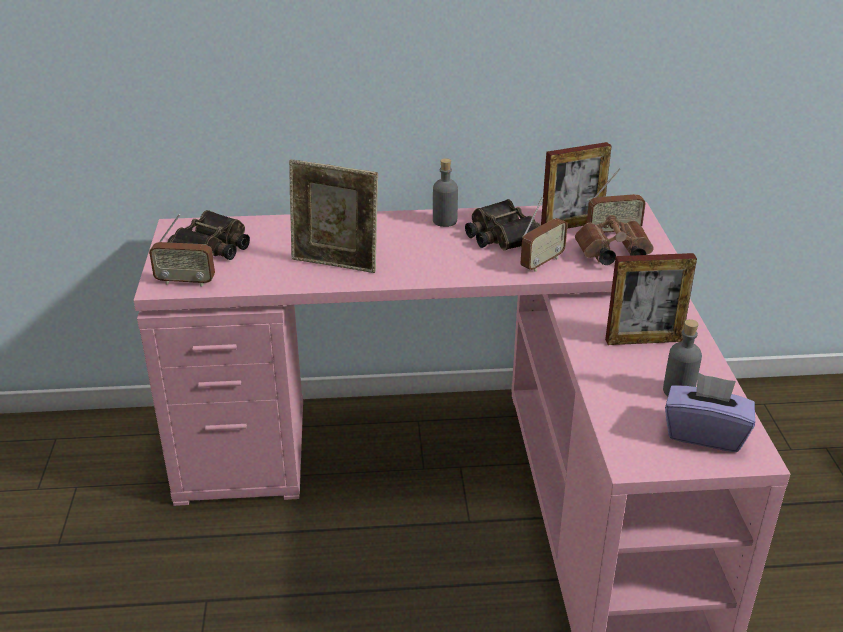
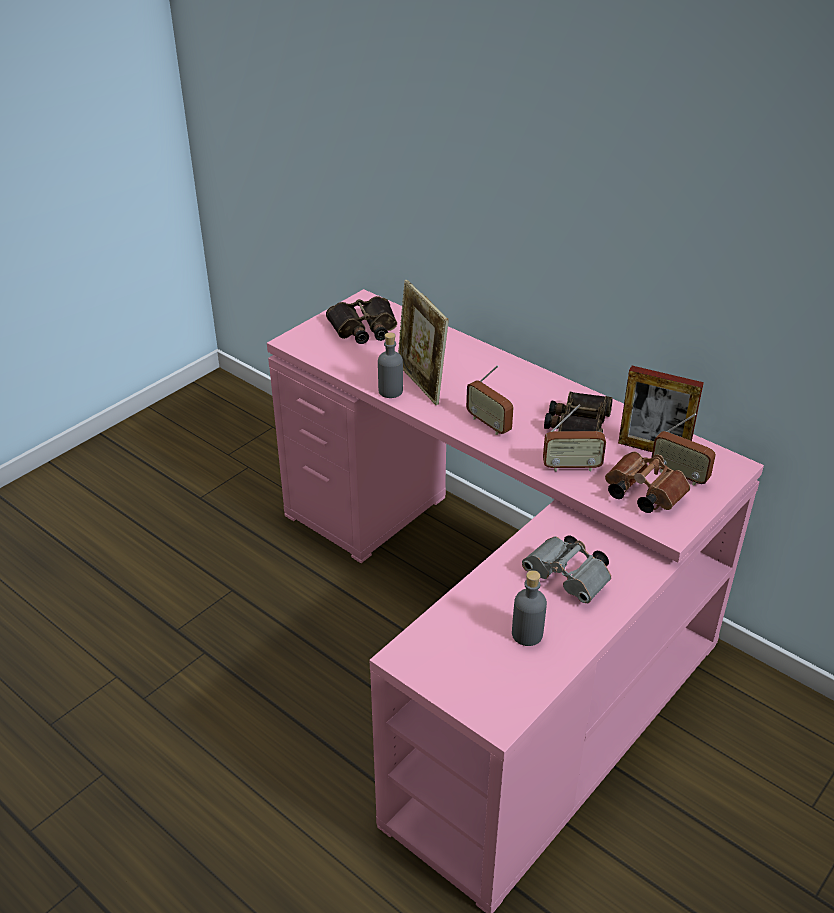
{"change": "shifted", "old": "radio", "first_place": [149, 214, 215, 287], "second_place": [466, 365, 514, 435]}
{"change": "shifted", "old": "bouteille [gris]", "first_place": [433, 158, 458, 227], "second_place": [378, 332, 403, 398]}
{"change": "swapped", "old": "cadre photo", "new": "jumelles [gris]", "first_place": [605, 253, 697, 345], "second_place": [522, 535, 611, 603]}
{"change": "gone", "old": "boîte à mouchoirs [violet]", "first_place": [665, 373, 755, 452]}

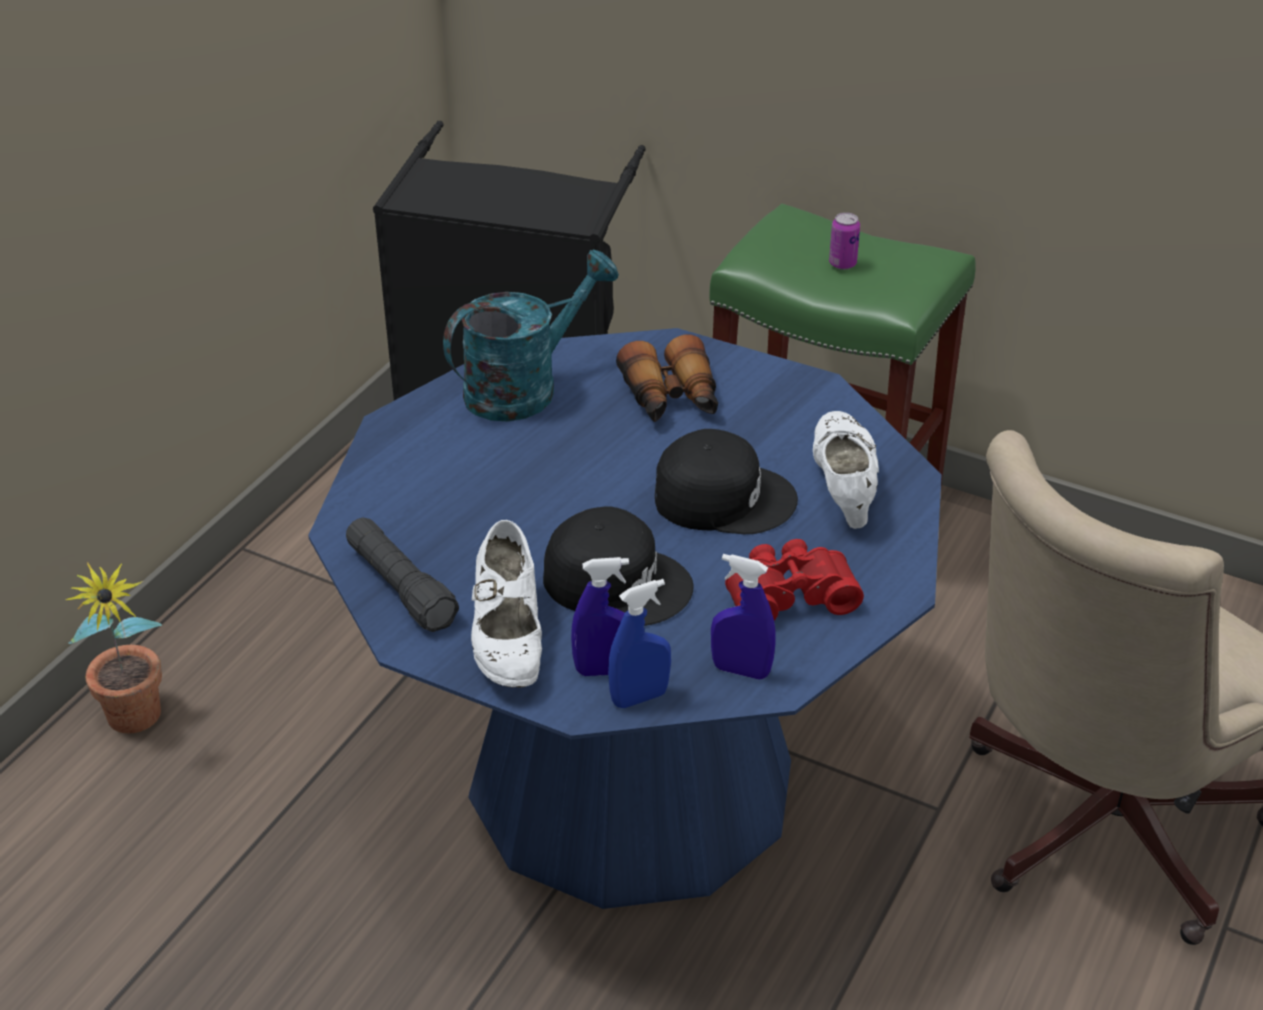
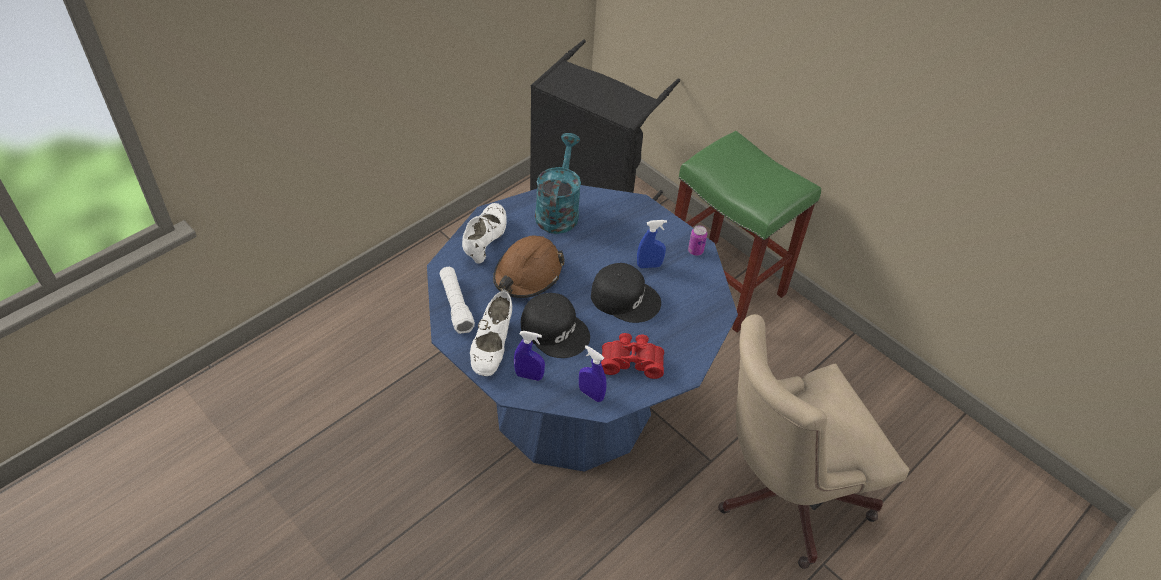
{"change": "gone", "old": "plante en pot", "first_place": [65, 563, 162, 733]}
{"change": "repainted", "old": "lampe de poche [noir]", "new": "lampe de poche [blanc]", "first_place": [346, 518, 459, 632], "second_place": [440, 267, 475, 334]}
{"change": "rotated", "old": "arrosoir [turquoise]", "first_place": [443, 249, 619, 422], "second_place": [535, 133, 581, 234], "degrees": -60}
{"change": "shifted", "old": "vaporisateur [bleu]", "first_place": [608, 579, 671, 708], "second_place": [637, 220, 667, 268]}
{"change": "gone", "old": "jumelles", "first_place": [616, 335, 718, 422]}
{"change": "shifted", "old": "chaussure [blanc]", "first_place": [813, 411, 879, 529], "second_place": [462, 203, 507, 264]}
{"change": "shifted", "old": "boîte métallique", "first_place": [829, 212, 860, 270], "second_place": [688, 225, 707, 256]}
{"change": "new", "new": "casque de chantier [marron]", "second_place": [493, 235, 565, 298]}

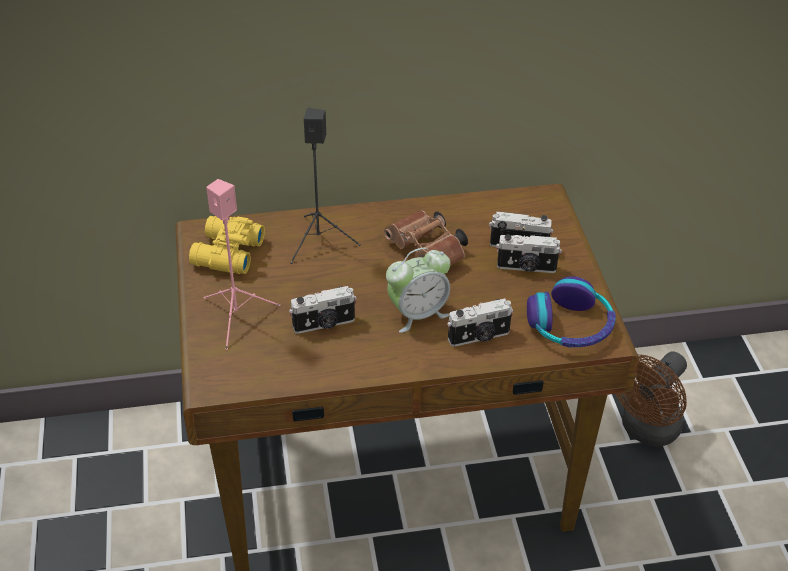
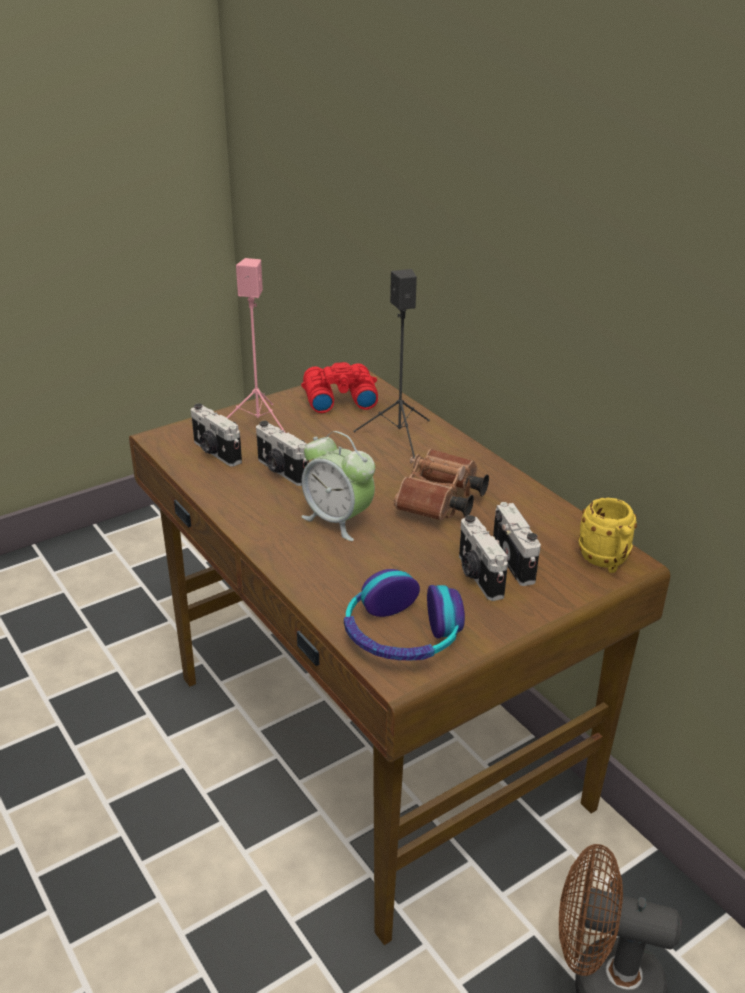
{"change": "repainted", "old": "jumelles [jaune]", "new": "jumelles [rouge]", "first_place": [189, 216, 265, 274], "second_place": [301, 362, 378, 413]}
{"change": "shifted", "old": "appareil photo", "first_place": [447, 299, 513, 347], "second_place": [191, 403, 242, 467]}
{"change": "new", "new": "mug [jaune]", "second_place": [579, 498, 637, 573]}

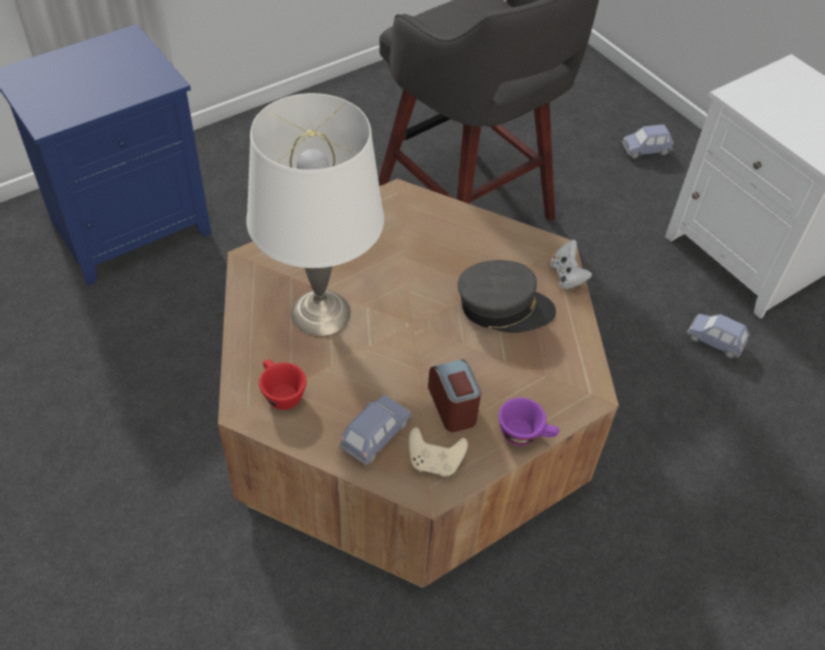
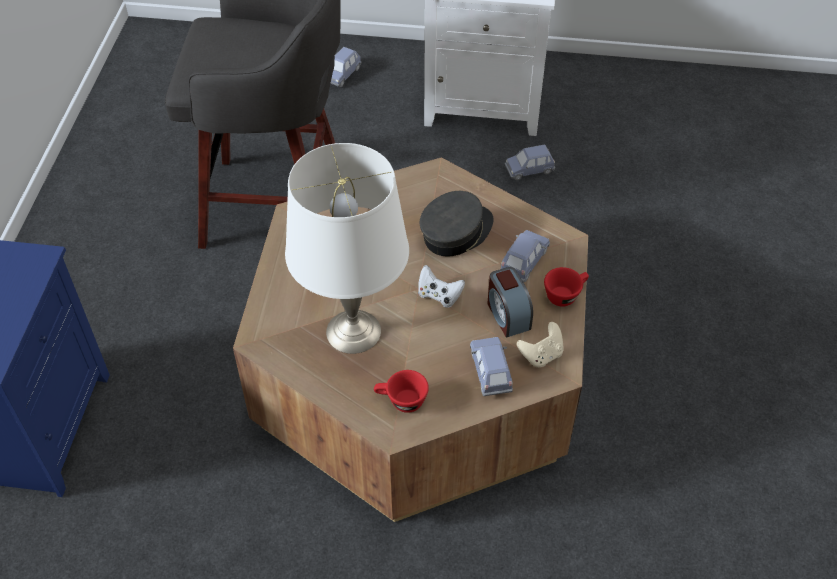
{"change": "rotated", "old": "réveil", "first_place": [428, 359, 481, 432], "second_place": [487, 267, 533, 338], "degrees": -135}
{"change": "repainted", "old": "tasse [violet]", "new": "tasse [rouge]", "first_place": [499, 397, 559, 446], "second_place": [544, 267, 589, 307]}
{"change": "shifted", "old": "manette [blanc]", "first_place": [550, 240, 592, 289], "second_place": [418, 265, 465, 308]}
{"change": "new", "new": "petite voiture [bleu]", "second_place": [500, 230, 550, 282]}

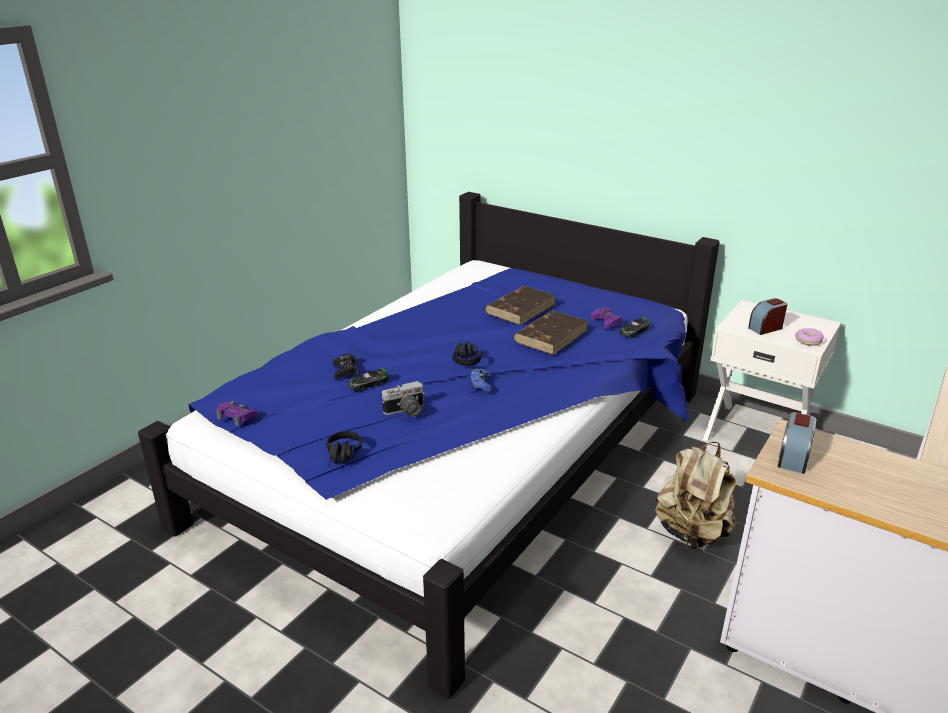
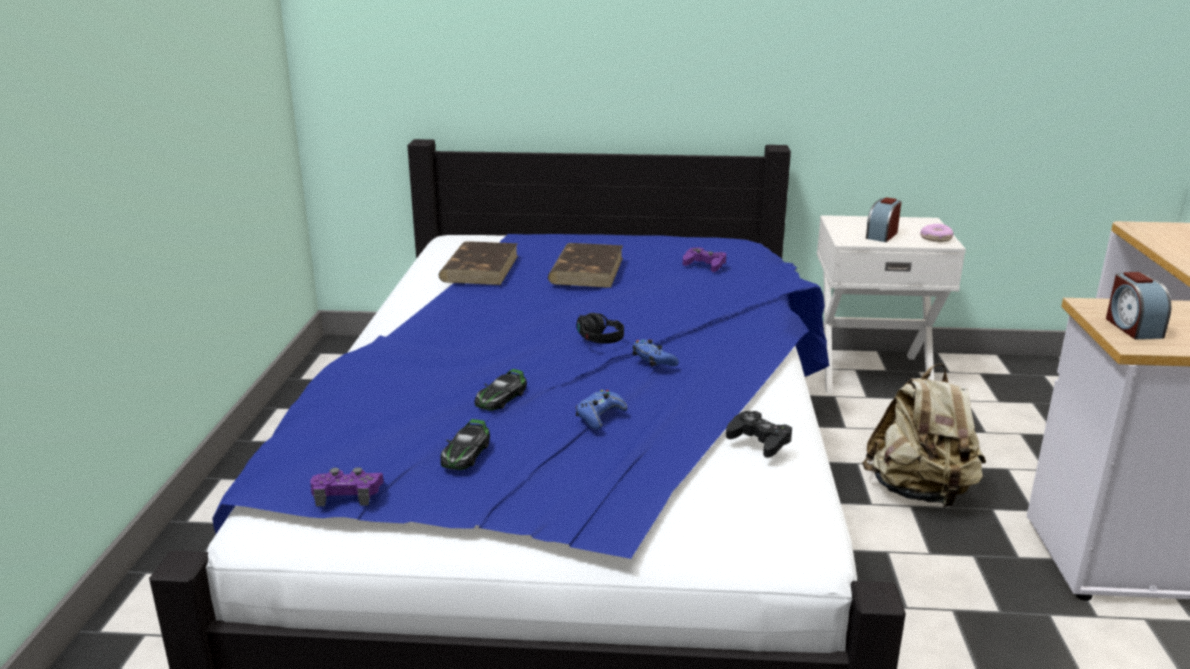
{"change": "gone", "old": "casque audio [noir]", "first_place": [326, 431, 362, 466]}
{"change": "shifted", "old": "manette [noir]", "first_place": [333, 354, 358, 379], "second_place": [726, 411, 792, 458]}
{"change": "swapped", "old": "appareil photo", "new": "manette [bleu]", "first_place": [382, 381, 425, 417], "second_place": [576, 390, 628, 430]}
{"change": "shifted", "old": "livre [marron]", "first_place": [513, 311, 588, 355], "second_place": [439, 241, 518, 285]}
{"change": "shifted", "old": "petite voiture", "first_place": [620, 317, 649, 338], "second_place": [440, 419, 490, 470]}

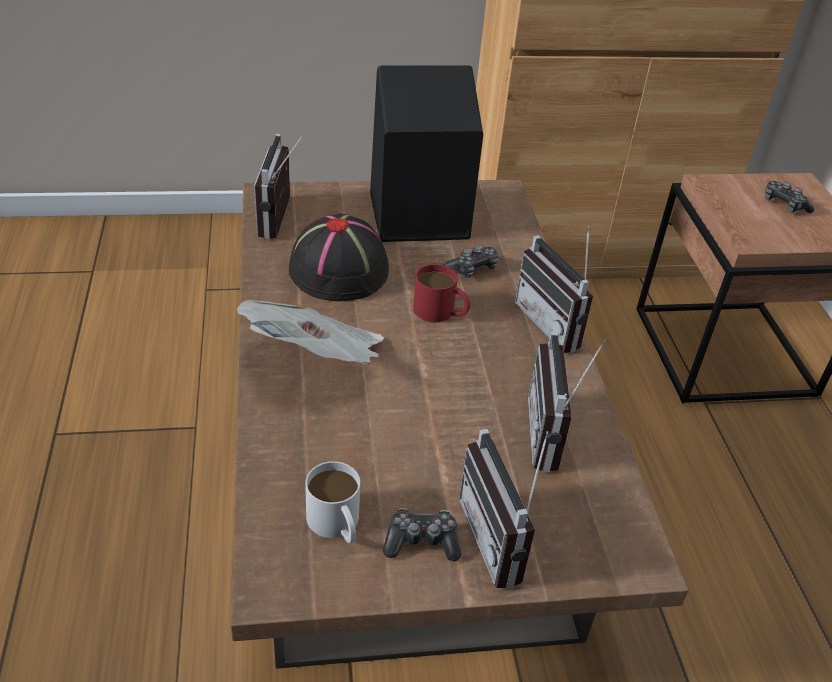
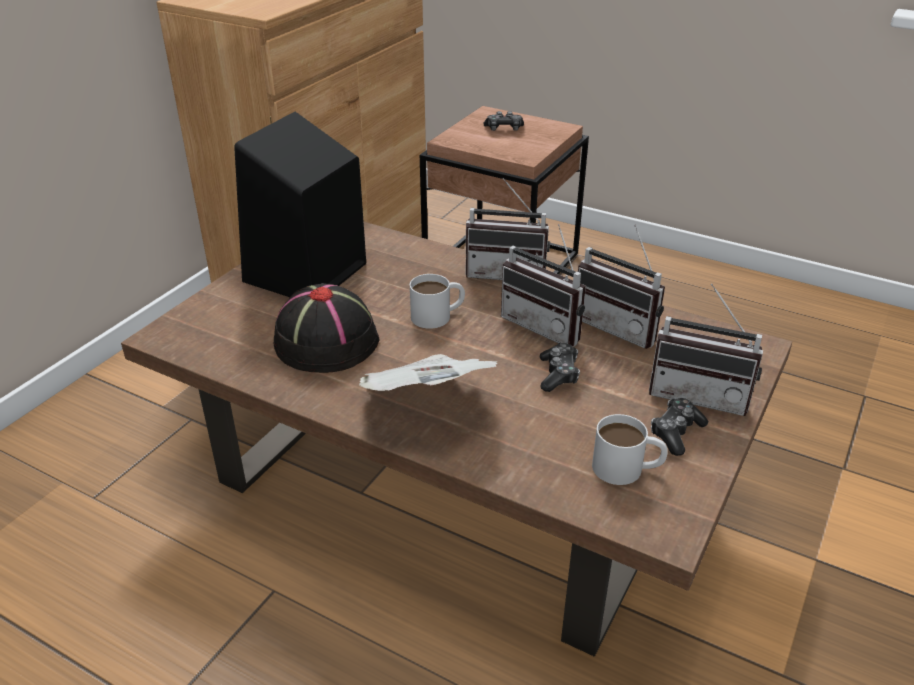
{"change": "shifted", "old": "radio", "first_place": [254, 132, 306, 239], "second_place": [501, 224, 586, 346]}
{"change": "repainted", "old": "mug [rouge]", "new": "mug [blanc]", "first_place": [413, 264, 470, 322], "second_place": [410, 274, 465, 329]}
{"change": "shifted", "old": "manette", "first_place": [443, 245, 498, 278], "second_place": [540, 343, 580, 392]}

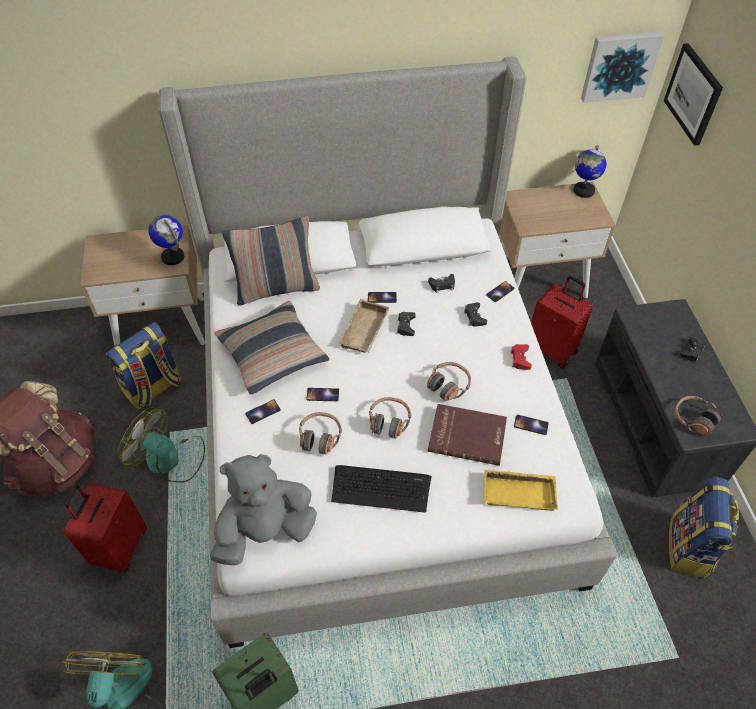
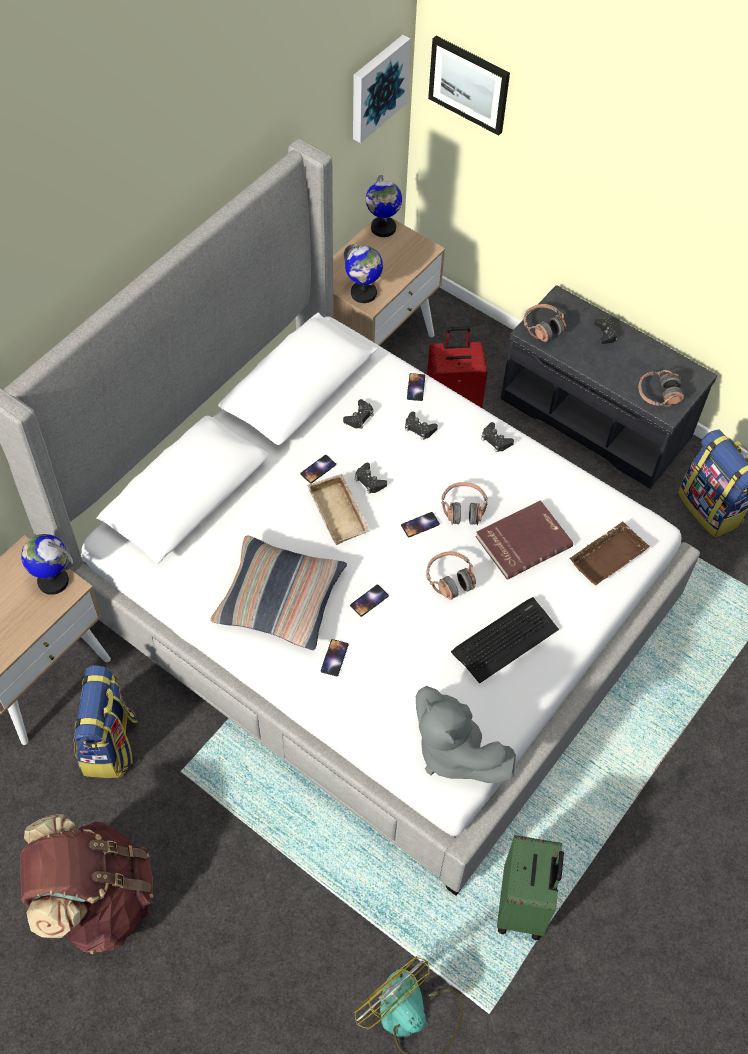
{"change": "gone", "old": "valise [rouge]", "first_place": [64, 483, 147, 572]}
{"change": "gone", "old": "ventilateur", "first_place": [118, 407, 205, 483]}
{"change": "rotated", "old": "peluche [gris]", "first_place": [210, 454, 317, 565], "second_place": [416, 686, 516, 783], "degrees": -60}
{"change": "gone", "old": "coussin", "first_place": [222, 216, 320, 306]}
{"change": "shifted", "old": "casque audio", "first_place": [299, 412, 342, 455], "second_place": [523, 304, 566, 342]}
{"change": "repainted", "old": "plateau [jaune]", "new": "plateau [marron]", "first_place": [484, 470, 558, 511], "second_place": [569, 522, 650, 585]}
{"change": "repainted", "old": "manette [rouge]", "new": "manette [noir]", "first_place": [510, 344, 532, 370], "second_place": [481, 422, 514, 452]}
{"change": "shifted", "old": "téléphone", "first_place": [514, 415, 549, 435], "second_place": [401, 512, 440, 537]}
{"change": "new", "new": "globe", "second_place": [344, 244, 383, 303]}

